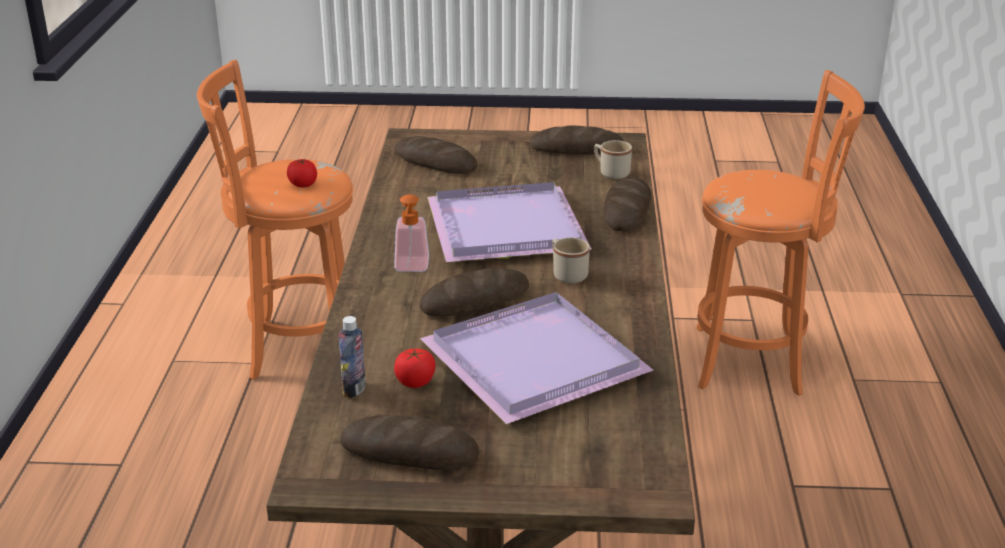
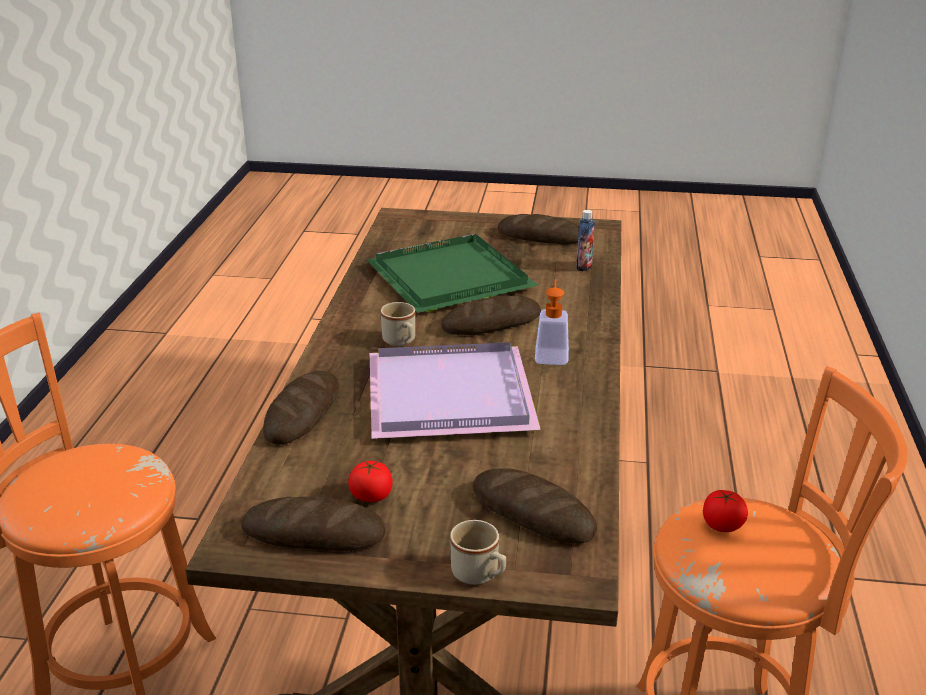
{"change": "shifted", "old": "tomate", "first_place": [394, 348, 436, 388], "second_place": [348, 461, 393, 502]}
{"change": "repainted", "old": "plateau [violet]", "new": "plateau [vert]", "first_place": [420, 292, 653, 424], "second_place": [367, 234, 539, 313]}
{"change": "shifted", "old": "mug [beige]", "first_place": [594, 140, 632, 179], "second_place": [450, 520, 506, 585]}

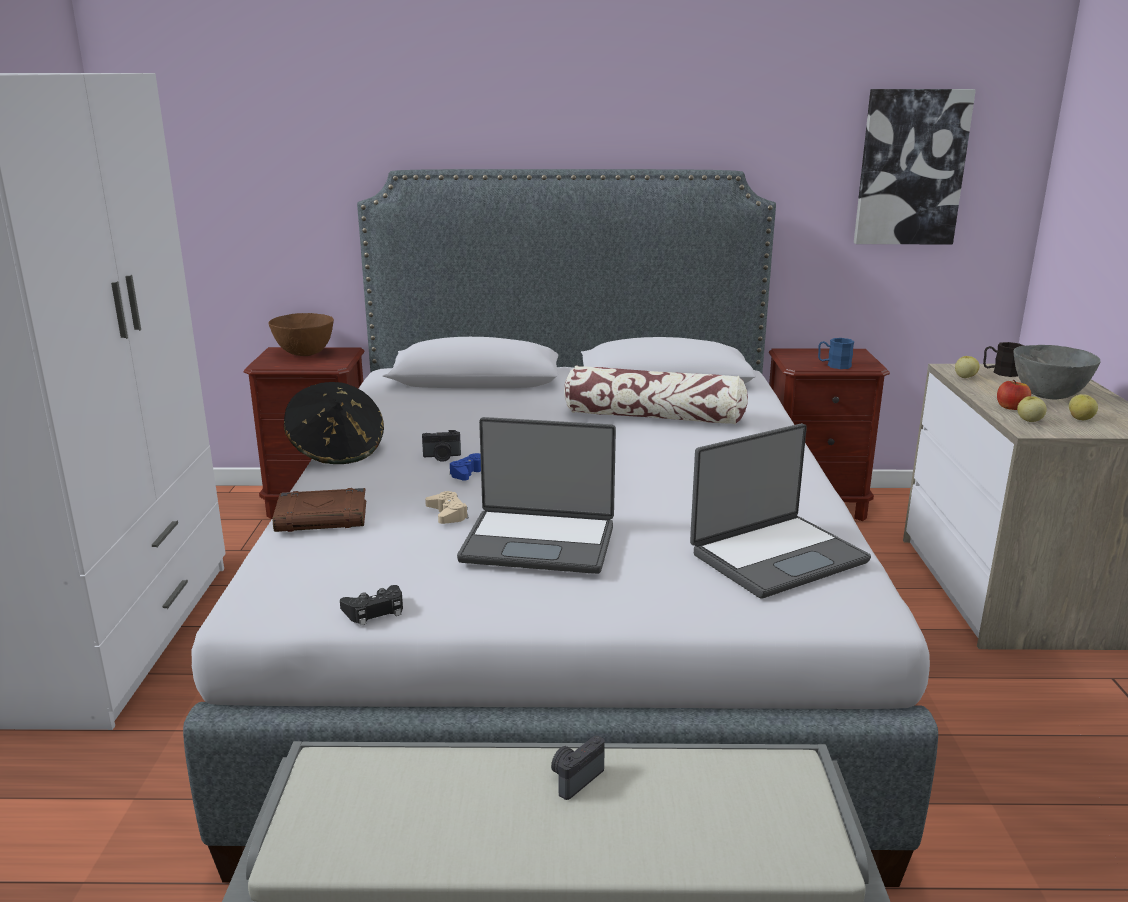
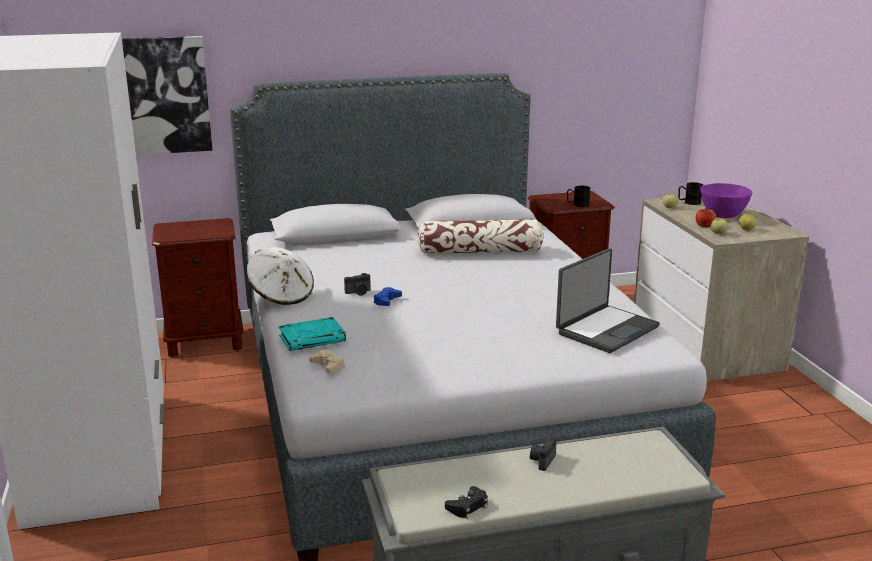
{"change": "gone", "old": "bol [marron]", "first_place": [268, 313, 334, 356]}
{"change": "repainted", "old": "livre [marron]", "new": "livre [turquoise]", "first_place": [273, 488, 366, 532], "second_place": [279, 317, 346, 351]}
{"change": "repainted", "old": "chapeau [noir]", "new": "chapeau [blanc]", "first_place": [284, 382, 384, 464], "second_place": [247, 247, 314, 305]}
{"change": "shifted", "old": "manette [noir]", "first_place": [340, 585, 403, 626], "second_place": [445, 486, 488, 519]}
{"change": "shifted", "old": "manette [beige]", "first_place": [425, 491, 469, 524], "second_place": [309, 350, 344, 373]}
{"change": "gone", "old": "ordinateur portable", "first_place": [457, 417, 616, 574]}
{"change": "repainted", "old": "mug [bleu]", "new": "mug [noir]", "first_place": [818, 338, 855, 369], "second_place": [567, 185, 591, 207]}
{"change": "shifted", "old": "tableau", "first_place": [854, 89, 976, 244], "second_place": [122, 36, 212, 155]}
{"change": "repainted", "old": "bol [gris]", "new": "bol [violet]", "first_place": [1013, 345, 1100, 399], "second_place": [700, 183, 752, 218]}

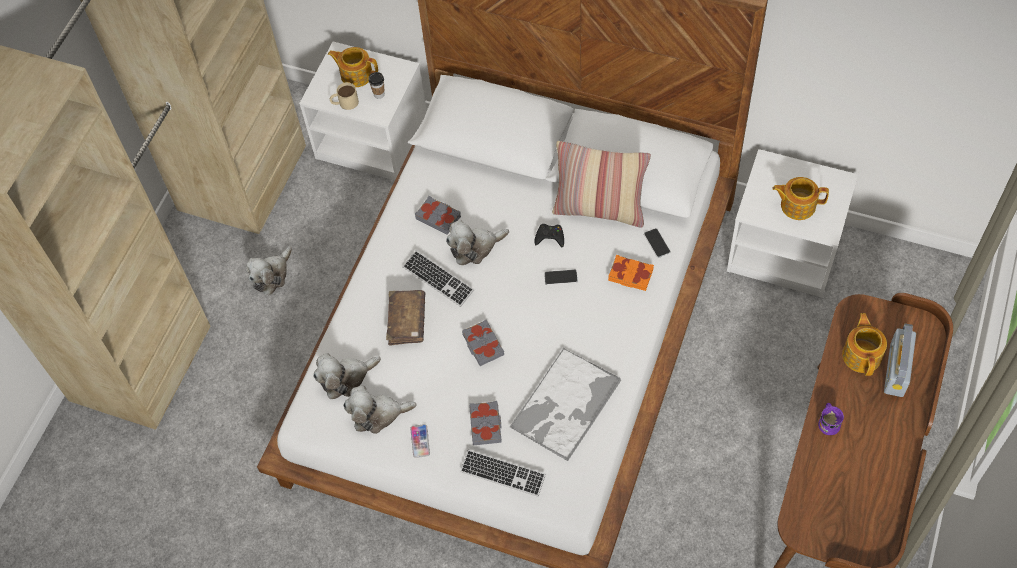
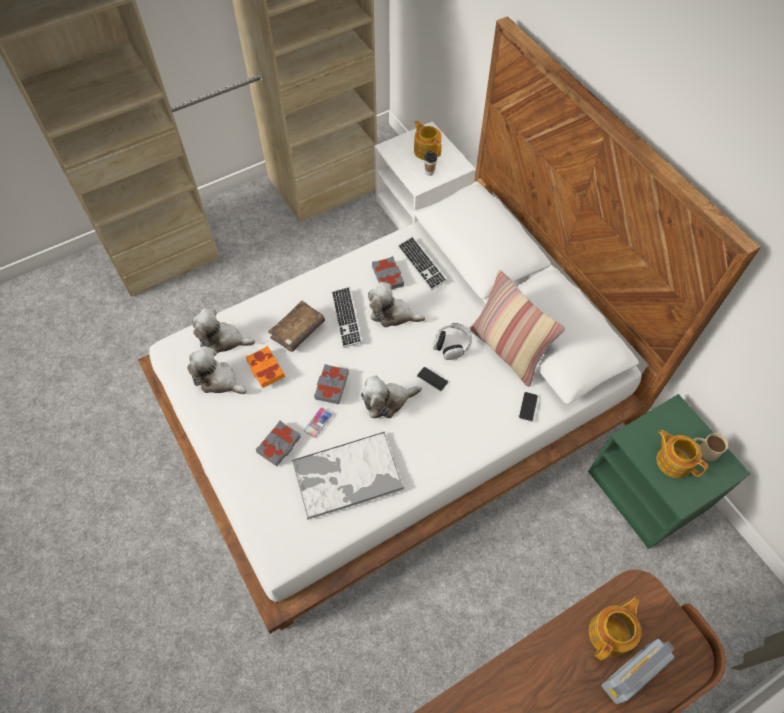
{"change": "shifted", "old": "peluche", "first_place": [246, 246, 292, 295], "second_place": [360, 375, 422, 418]}
{"change": "shifted", "old": "mug [beige]", "first_place": [330, 82, 359, 110], "second_place": [693, 433, 728, 461]}
{"change": "shifted", "old": "téléphone", "first_place": [410, 424, 430, 458], "second_place": [304, 408, 333, 438]}
{"change": "shifted", "old": "clavier", "first_place": [460, 449, 546, 497], "second_place": [398, 237, 447, 291]}
{"change": "swapped", "old": "manette [noir]", "new": "casque audio", "first_place": [534, 224, 564, 247], "second_place": [433, 323, 472, 360]}
{"change": "shifted", "old": "livre [orange]", "first_place": [608, 255, 654, 291], "second_place": [246, 346, 285, 388]}
{"change": "repainted", "old": "table de chevet [blanc]", "new": "table de chevet [vert]", "first_place": [727, 149, 858, 298], "second_place": [588, 394, 750, 549]}
{"change": "gone", "old": "mug [violet]", "first_place": [818, 403, 844, 435]}

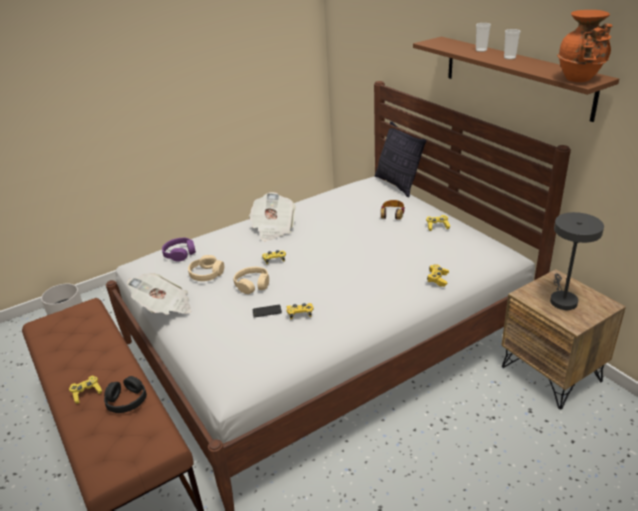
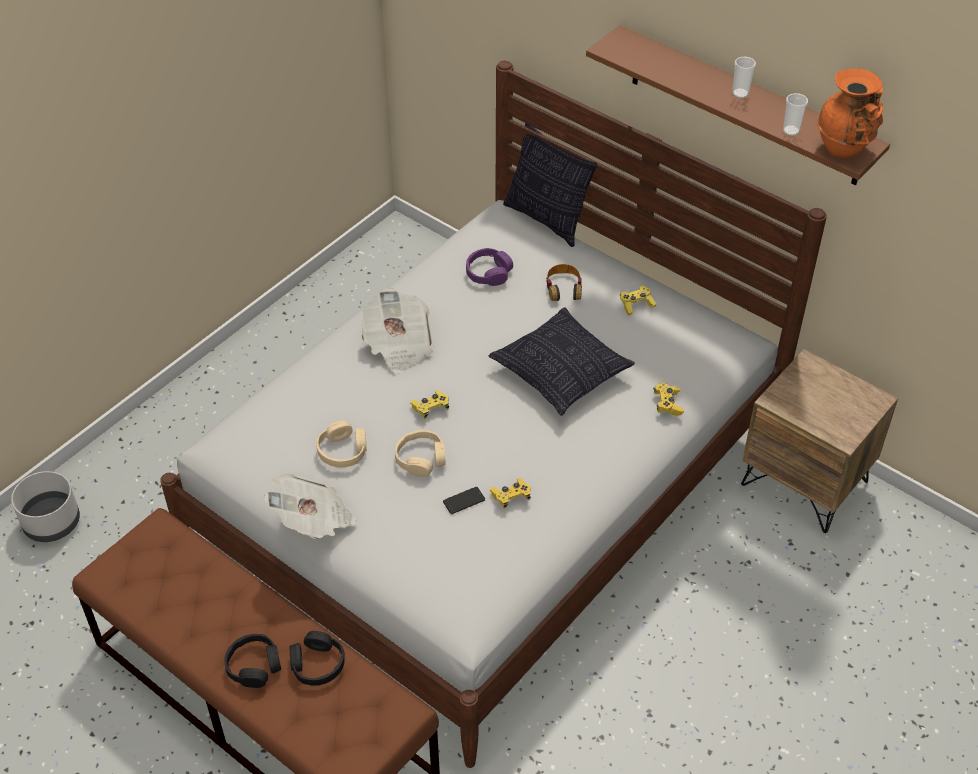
{"change": "swapped", "old": "manette [jaune]", "new": "casque audio [noir]", "first_place": [69, 376, 103, 404], "second_place": [224, 634, 281, 688]}
{"change": "shifted", "old": "casque audio [violet]", "first_place": [162, 238, 196, 261], "second_place": [466, 248, 513, 286]}
{"change": "shifted", "old": "tasse", "first_place": [476, 23, 491, 52], "second_place": [783, 93, 808, 136]}
{"change": "gone", "old": "lampe de table [gris]", "first_place": [550, 212, 604, 310]}
{"change": "new", "new": "coussin", "second_place": [489, 307, 635, 416]}

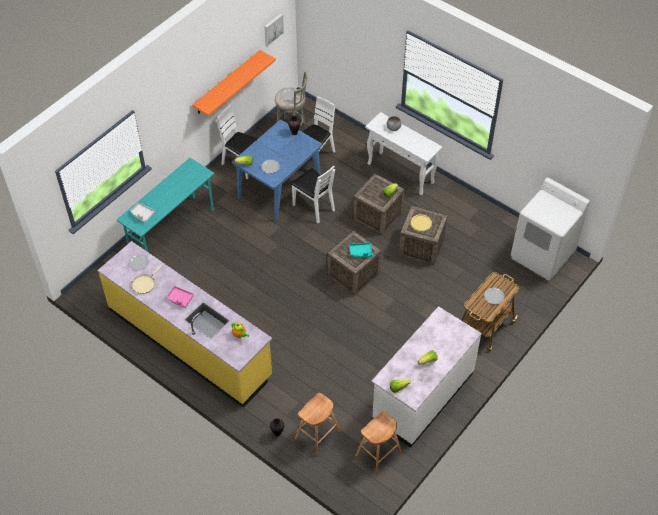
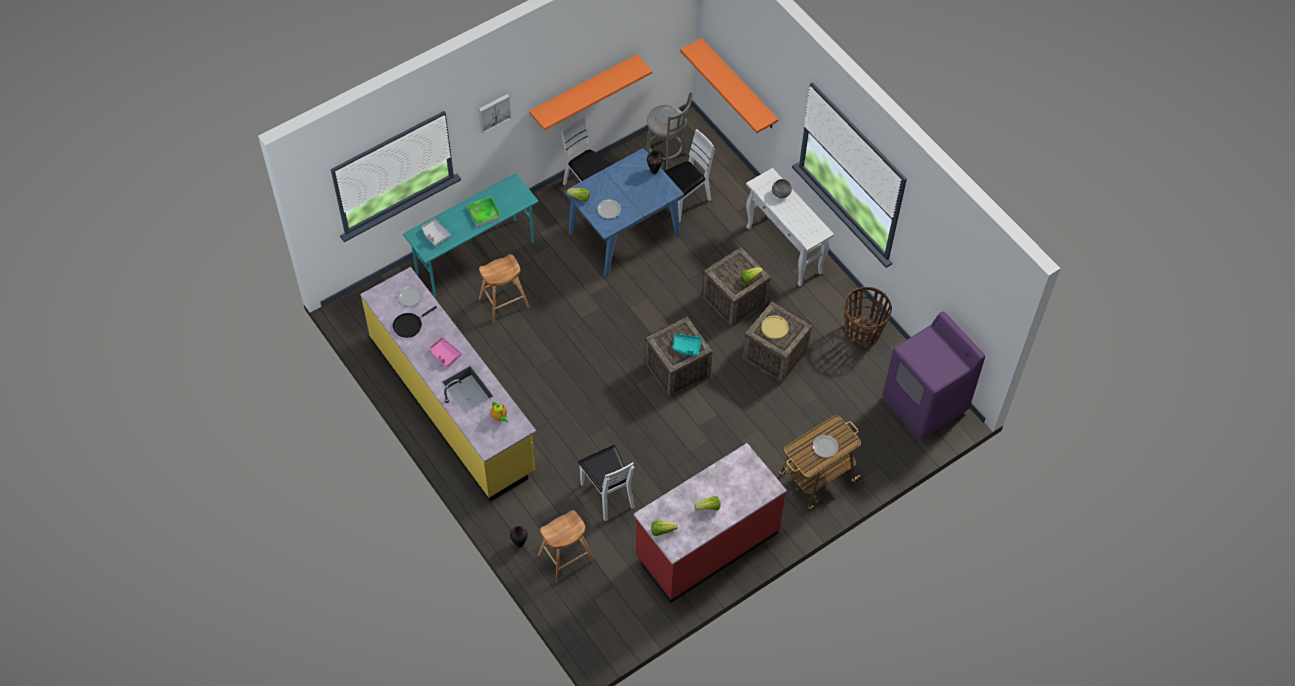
{"change": "repainted", "old": "poêle [beige]", "new": "poêle [noir]", "first_place": [131, 265, 163, 294], "second_place": [393, 306, 437, 338]}
{"change": "shifted", "old": "tableau", "first_place": [264, 13, 284, 47], "second_place": [479, 94, 512, 133]}
{"change": "shifted", "old": "chaise [blanc]", "first_place": [291, 166, 335, 223], "second_place": [578, 445, 635, 521]}
{"change": "shifted", "old": "tabouret [marron]", "first_place": [355, 411, 402, 475], "second_place": [479, 254, 530, 323]}
{"change": "repainted", "old": "comptoir de cuisine [blanc]", "new": "comptoir de cuisine [rouge]", "first_place": [371, 306, 482, 448], "second_place": [633, 443, 787, 603]}
{"change": "repainted", "old": "lave-linge [blanc]", "new": "lave-linge [violet]", "first_place": [511, 178, 590, 281], "second_place": [882, 311, 985, 440]}
{"change": "new", "new": "plateau", "second_place": [467, 196, 502, 227]}
{"change": "new", "new": "étagère [orange]", "second_place": [680, 38, 779, 133]}
{"change": "new", "new": "panier", "second_place": [844, 287, 892, 347]}

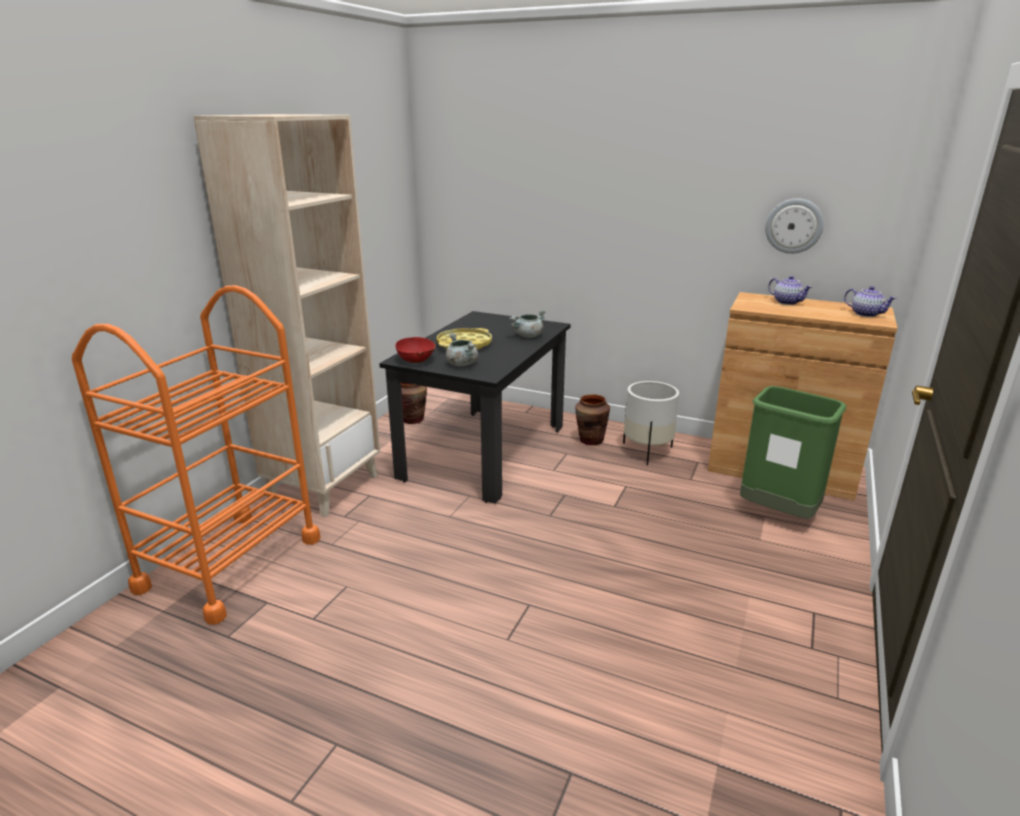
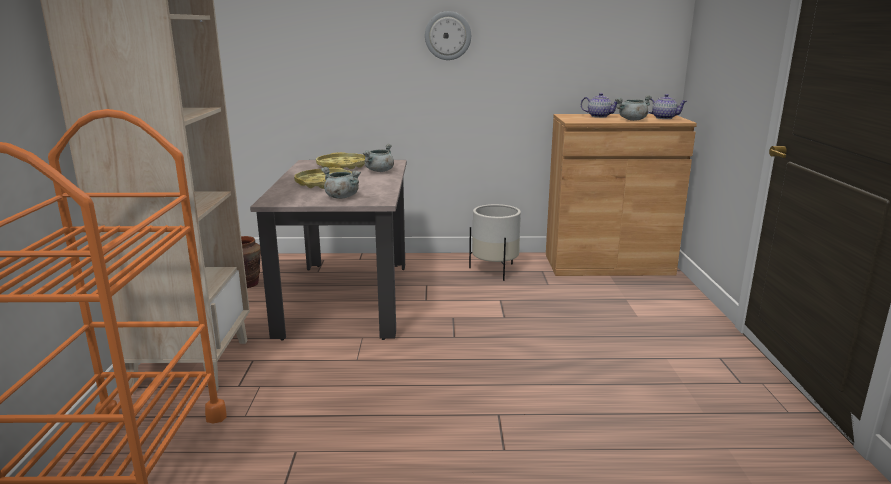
{"change": "repainted", "old": "table à manger [noir]", "new": "table à manger [beige]", "first_place": [379, 311, 571, 504], "second_place": [250, 160, 407, 341]}
{"change": "gone", "old": "bol [rouge]", "first_place": [395, 337, 436, 363]}
{"change": "gone", "old": "vase [marron]", "first_place": [575, 394, 610, 445]}
{"change": "gone", "old": "poubelle [vert]", "first_place": [740, 386, 847, 519]}
{"change": "shifted", "old": "horloge murale", "first_place": [765, 198, 824, 254], "second_place": [425, 11, 471, 60]}
{"change": "new", "new": "plateau [jaune]", "second_place": [316, 152, 365, 169]}
{"change": "new", "new": "marmite [gris]", "second_place": [615, 95, 652, 121]}

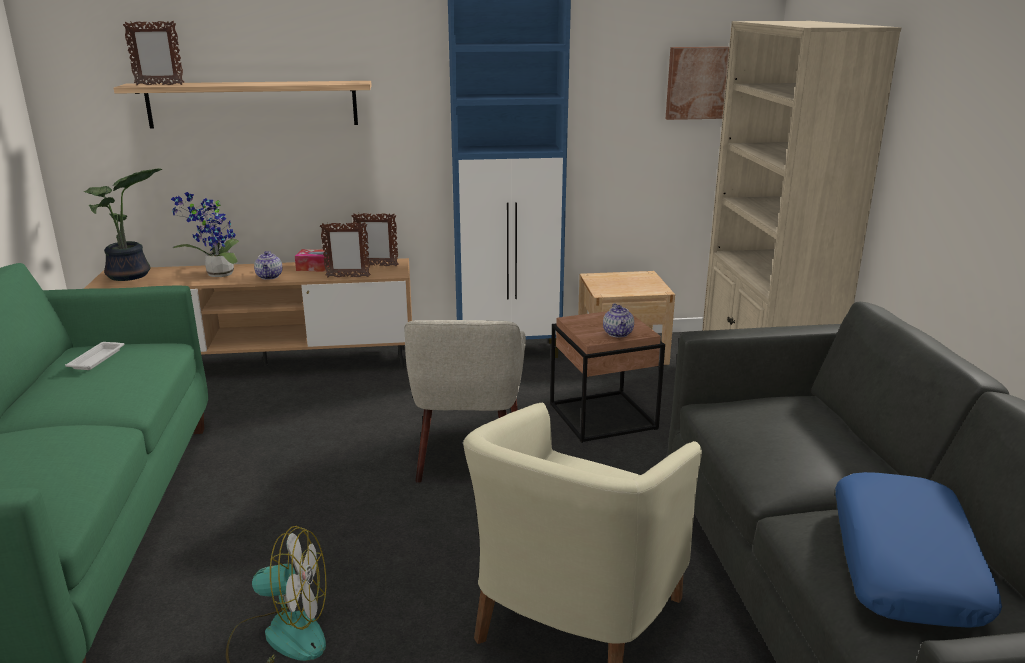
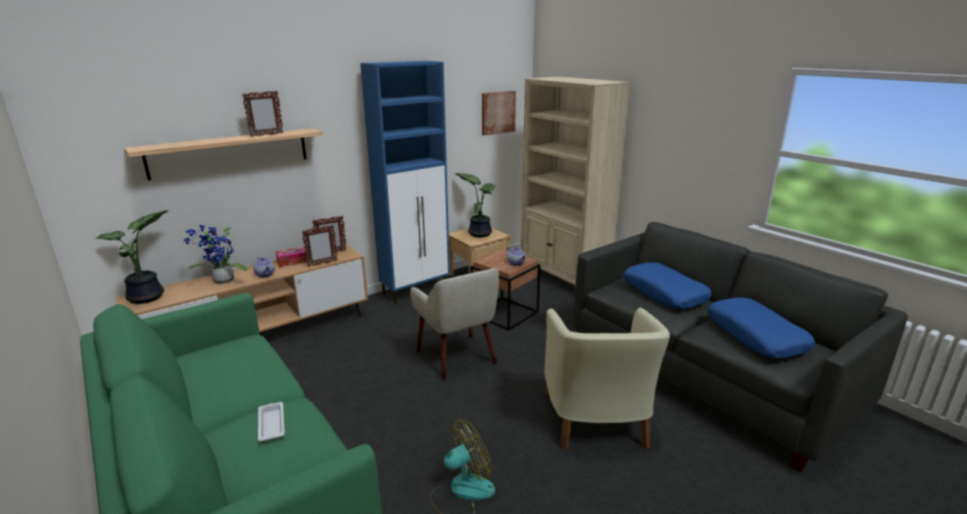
{"change": "shifted", "old": "plateau [blanc]", "first_place": [65, 342, 125, 370], "second_place": [258, 402, 285, 442]}
{"change": "shifted", "old": "cadre photo", "first_place": [123, 20, 184, 85], "second_place": [242, 91, 284, 137]}
{"change": "new", "new": "plante en pot", "second_place": [455, 173, 496, 237]}
{"change": "new", "new": "coussin [bleu]", "second_place": [623, 262, 712, 309]}

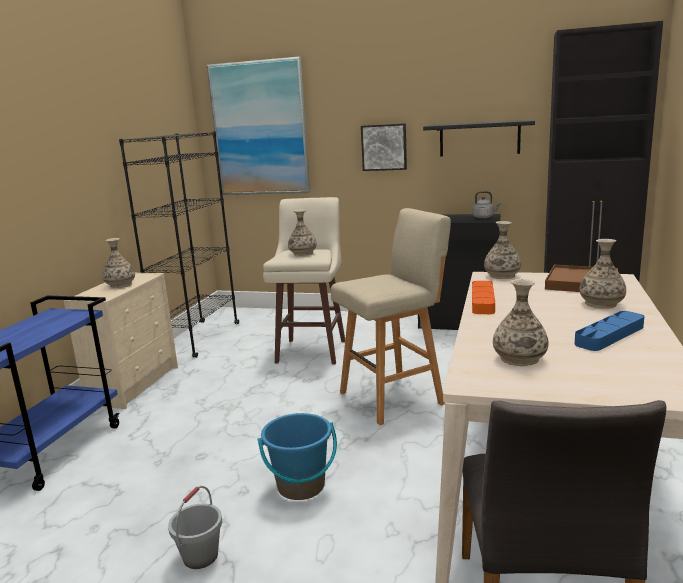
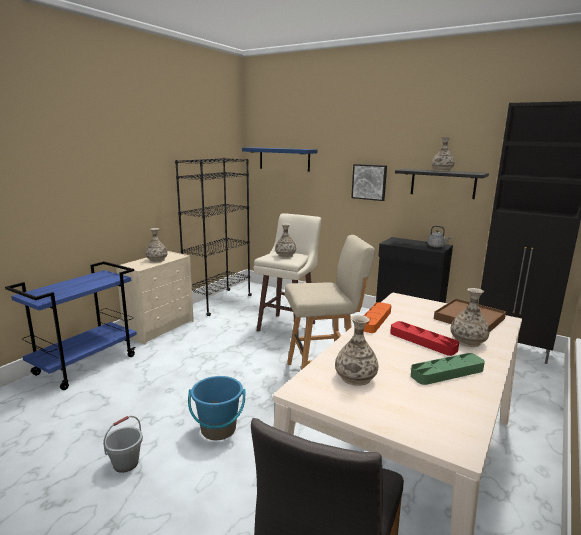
{"change": "swapped", "old": "tableau", "new": "étagère [bleu]", "first_place": [207, 57, 310, 195], "second_place": [242, 147, 317, 172]}
{"change": "shifted", "old": "vase", "first_place": [484, 221, 521, 279], "second_place": [432, 137, 454, 172]}
{"change": "repainted", "old": "plateau [bleu]", "new": "plateau [vert]", "first_place": [575, 311, 644, 351], "second_place": [411, 353, 485, 385]}
{"change": "new", "new": "plateau [rouge]", "second_place": [390, 321, 459, 356]}

